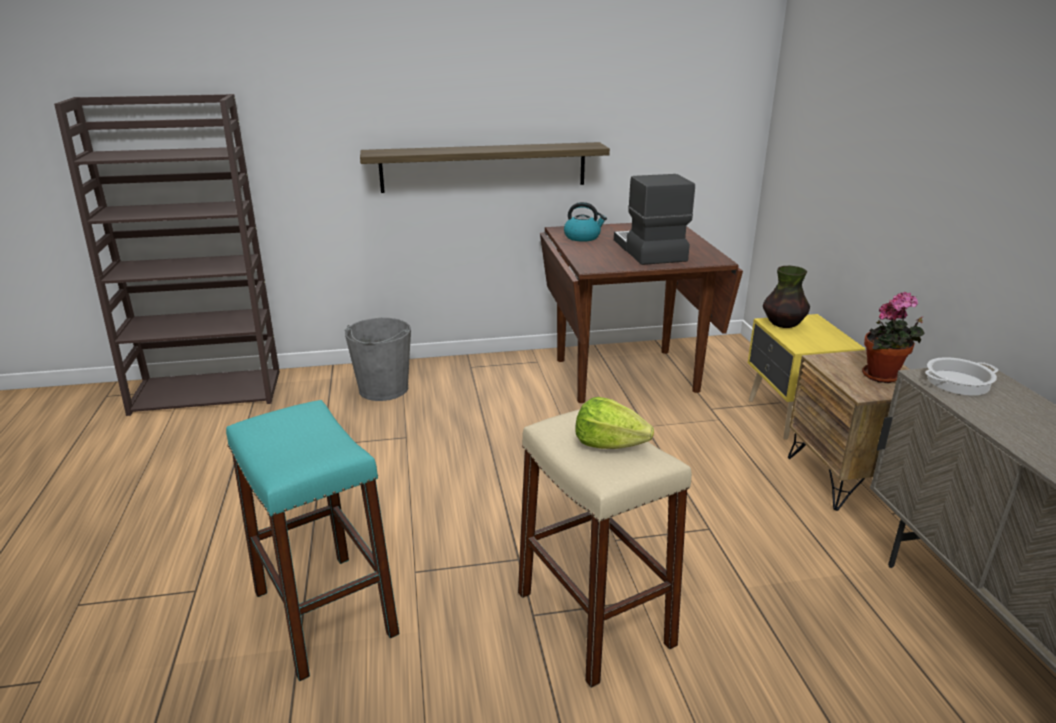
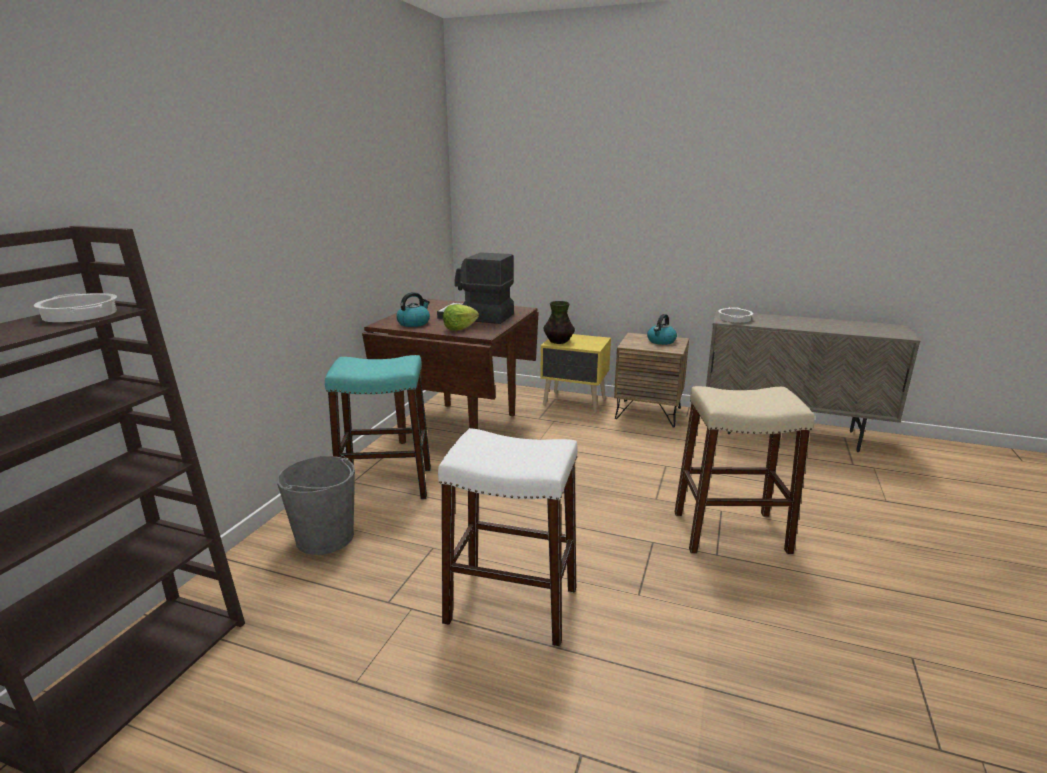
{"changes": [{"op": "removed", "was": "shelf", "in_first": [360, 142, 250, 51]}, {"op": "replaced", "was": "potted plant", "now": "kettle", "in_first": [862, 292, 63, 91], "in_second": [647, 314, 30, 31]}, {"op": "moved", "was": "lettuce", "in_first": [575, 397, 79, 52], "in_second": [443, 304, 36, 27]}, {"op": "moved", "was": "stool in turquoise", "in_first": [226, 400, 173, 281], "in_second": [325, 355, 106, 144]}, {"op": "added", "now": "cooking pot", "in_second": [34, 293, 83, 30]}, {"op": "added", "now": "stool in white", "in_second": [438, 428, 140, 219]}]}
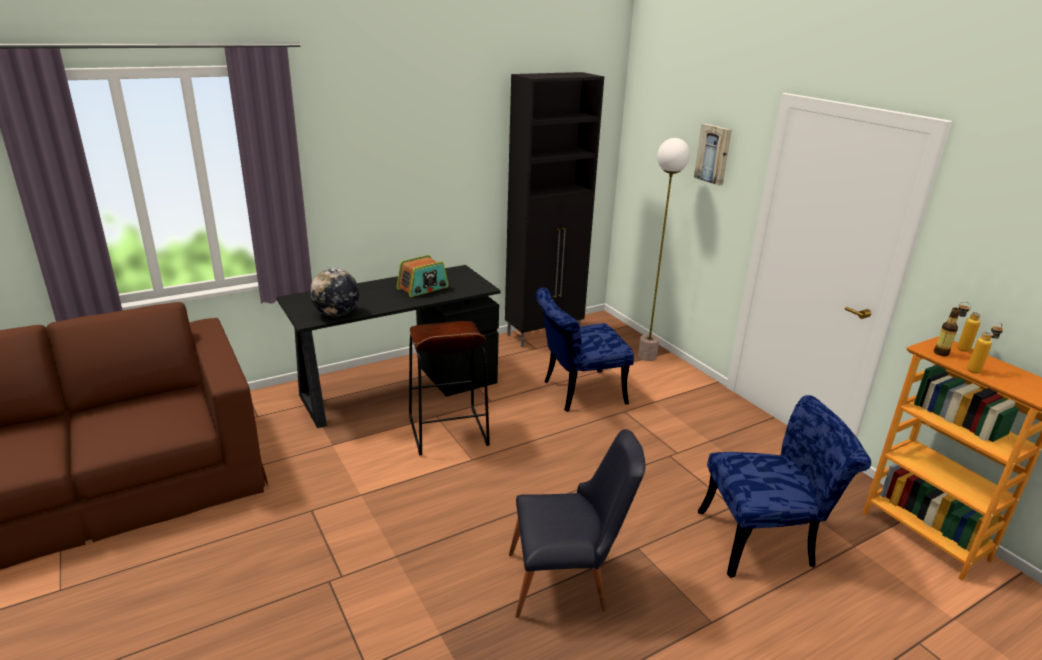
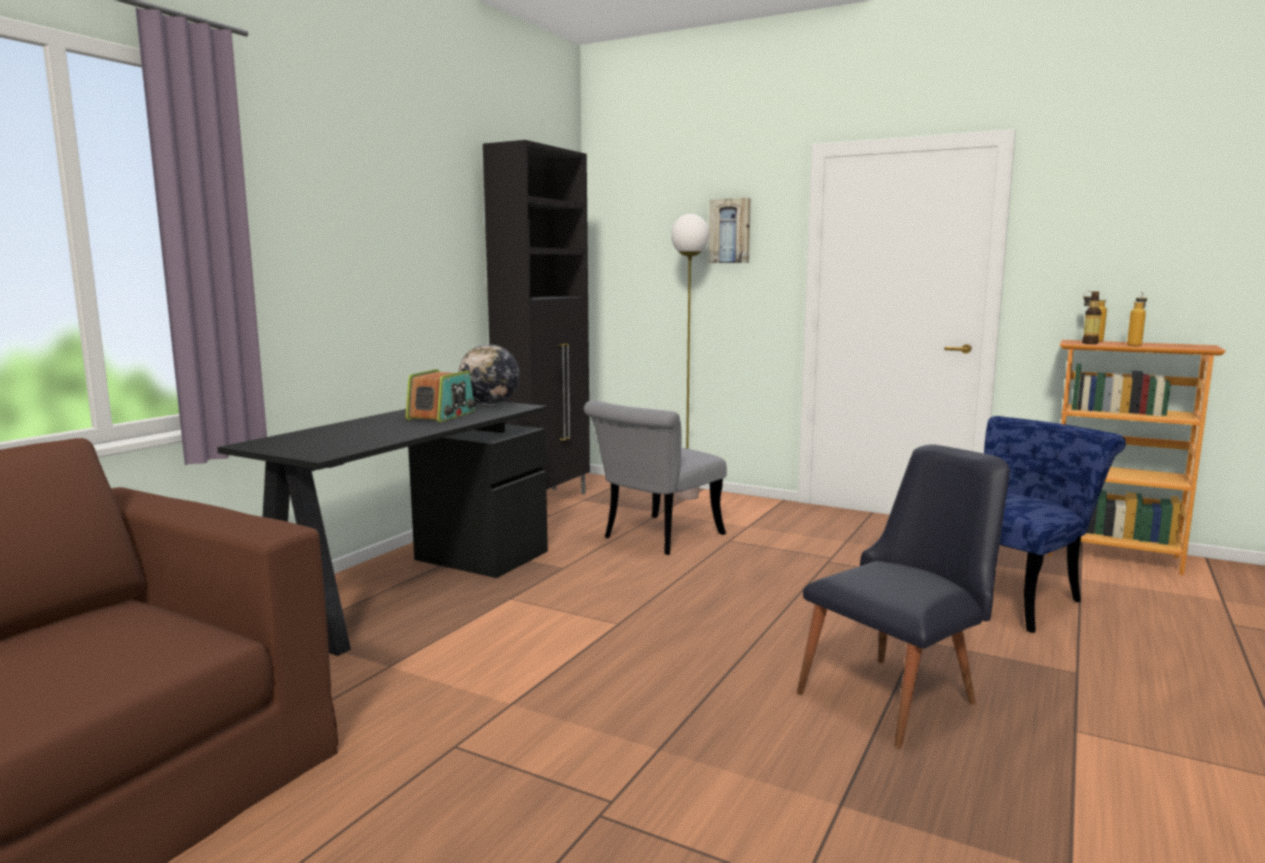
{"changes": [{"op": "moved", "was": "globe", "in_first": [310, 268, 49, 48], "in_second": [458, 344, 62, 61]}, {"op": "recoloured", "was": "chair in blue", "now": "chair in grey", "in_first": [536, 287, 98, 125], "in_second": [584, 400, 143, 155]}, {"op": "removed", "was": "stool in brown", "in_first": [409, 321, 81, 135]}]}
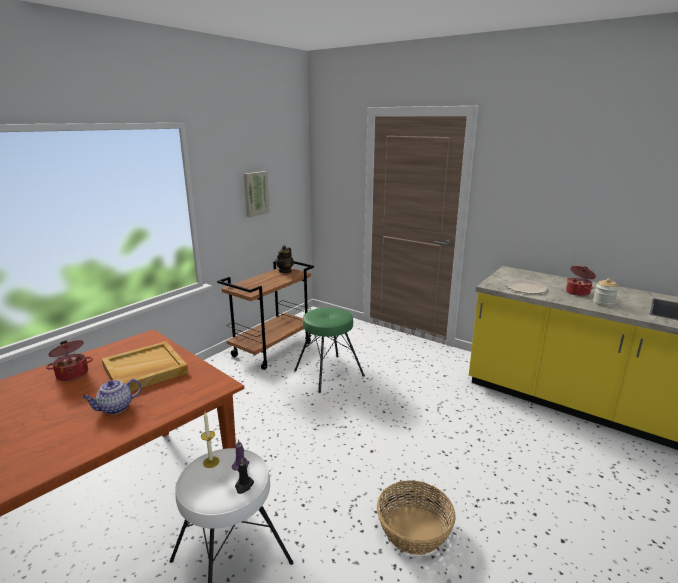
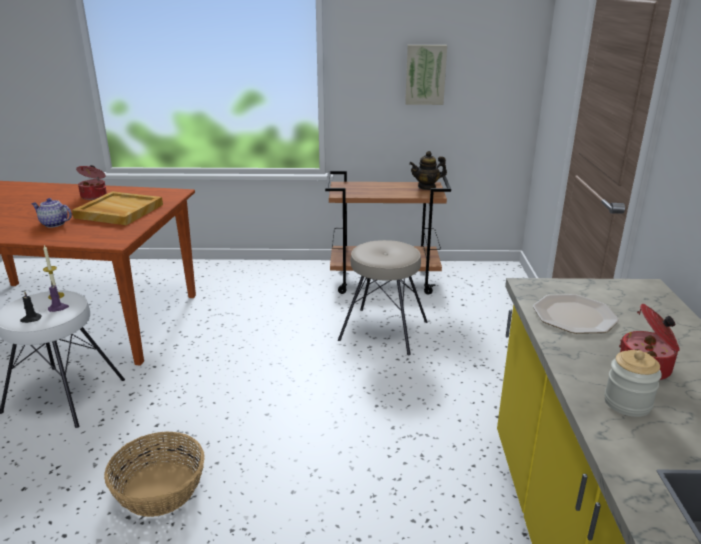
{"changes": [{"op": "recoloured", "was": "stool in green", "now": "stool in beige", "in_first": [294, 308, 71, 85], "in_second": [338, 240, 90, 115]}]}
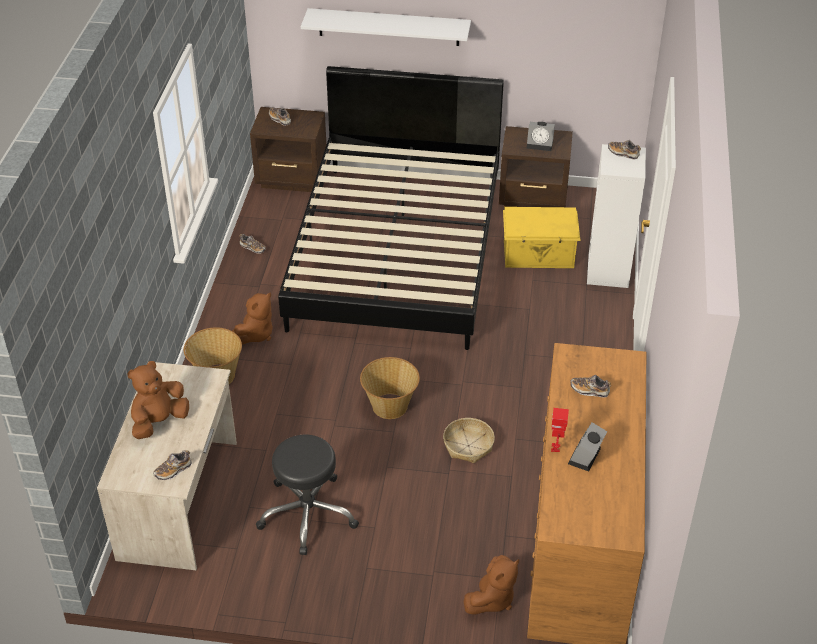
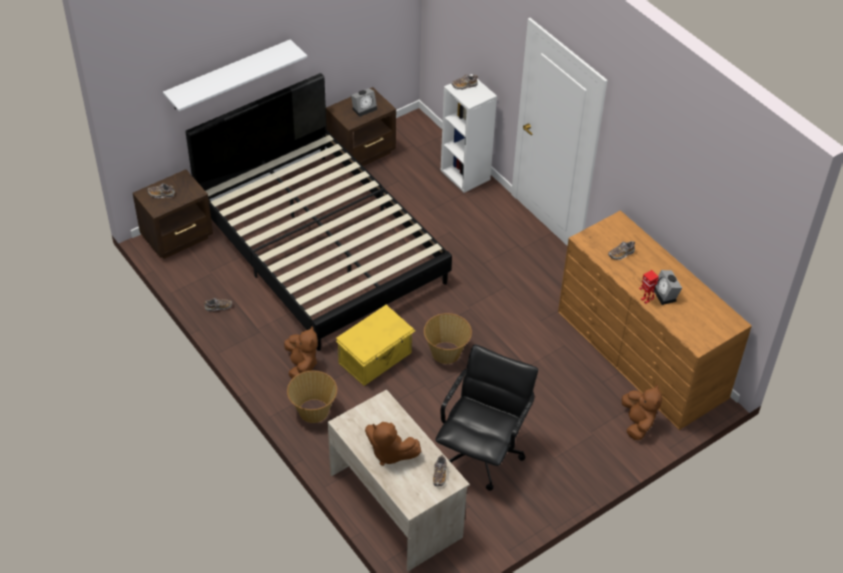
{"changes": [{"op": "moved", "was": "storage box in yellow", "in_first": [503, 207, 78, 61], "in_second": [336, 305, 79, 81]}, {"op": "turned", "was": "plush toy in brown", "in_first": [127, 361, 62, 78], "in_second": [365, 422, 56, 44], "clockwise": -60}, {"op": "removed", "was": "basket", "in_first": [443, 418, 52, 45]}, {"op": "replaced", "was": "stool in black", "now": "office chair in black", "in_first": [256, 435, 103, 120], "in_second": [435, 345, 103, 146]}]}
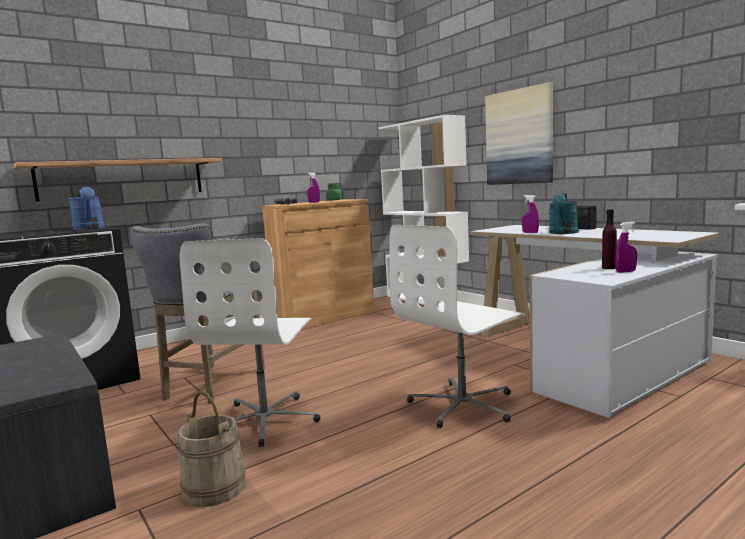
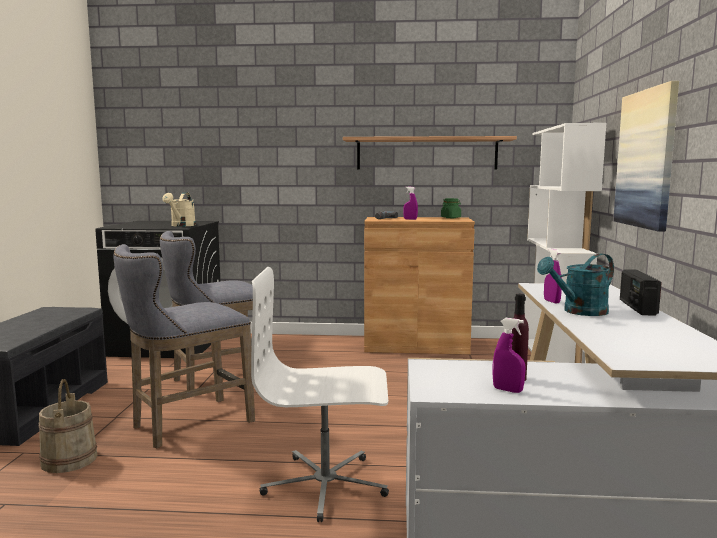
{"changes": [{"op": "moved", "was": "shelf", "in_first": [14, 158, 208, 43], "in_second": [343, 136, 174, 34]}, {"op": "recoloured", "was": "watering can in blue", "now": "watering can in beige", "in_first": [68, 187, 36, 43], "in_second": [162, 192, 34, 35]}, {"op": "replaced", "was": "office chair in white", "now": "stool in grey", "in_first": [180, 238, 140, 209], "in_second": [113, 244, 142, 204]}]}
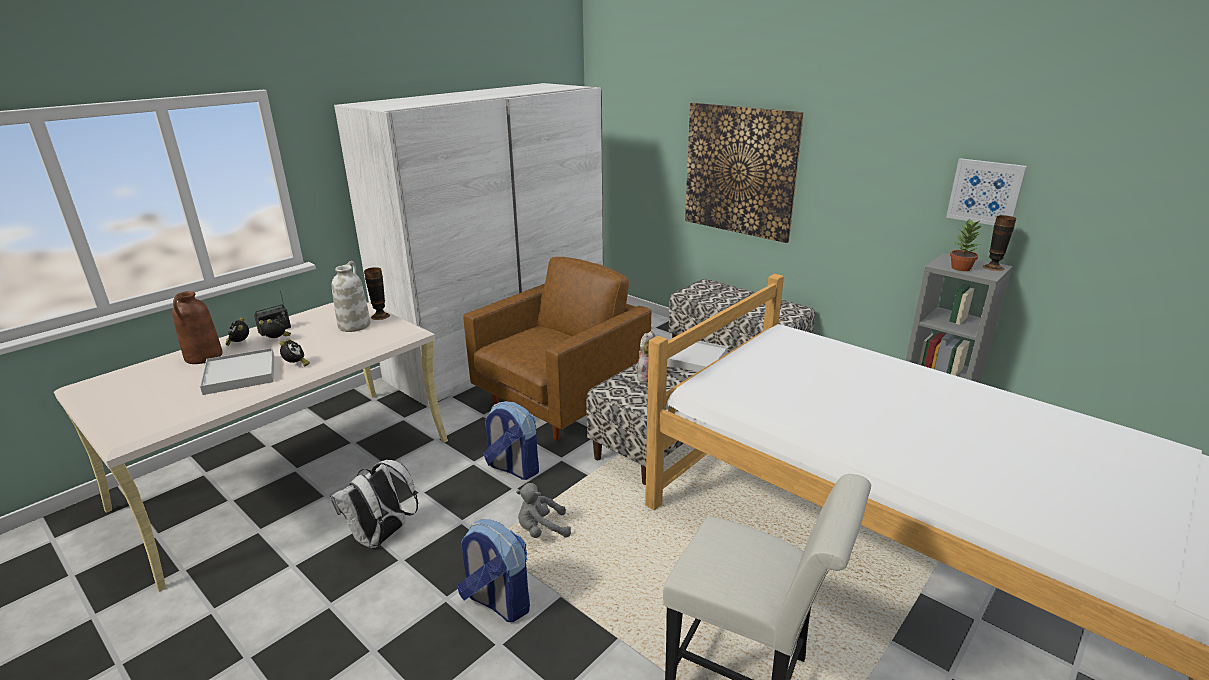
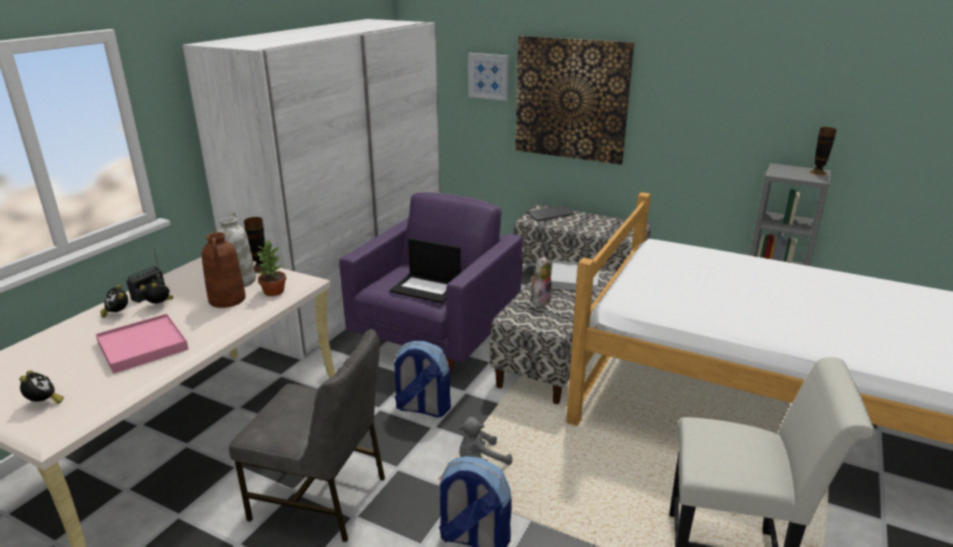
{"changes": [{"op": "moved", "was": "picture", "in_first": [946, 158, 81, 67], "in_second": [468, 53, 41, 48]}, {"op": "moved", "was": "potted plant", "in_first": [950, 218, 32, 53], "in_second": [257, 239, 29, 57]}, {"op": "recoloured", "was": "armchair in brown", "now": "armchair in purple", "in_first": [463, 257, 188, 183], "in_second": [339, 192, 184, 183]}, {"op": "moved", "was": "vase in brown", "in_first": [172, 291, 51, 73], "in_second": [202, 232, 44, 76]}, {"op": "moved", "was": "alarm clock", "in_first": [280, 339, 30, 28], "in_second": [19, 370, 45, 34]}, {"op": "recoloured", "was": "tray in white", "now": "tray in pink", "in_first": [200, 348, 74, 47], "in_second": [96, 314, 93, 60]}, {"op": "replaced", "was": "backpack in white", "now": "chair in grey", "in_first": [331, 459, 87, 89], "in_second": [229, 329, 156, 213]}, {"op": "added", "now": "keyboard", "in_second": [527, 205, 47, 16]}, {"op": "added", "now": "laptop", "in_second": [390, 238, 71, 65]}]}
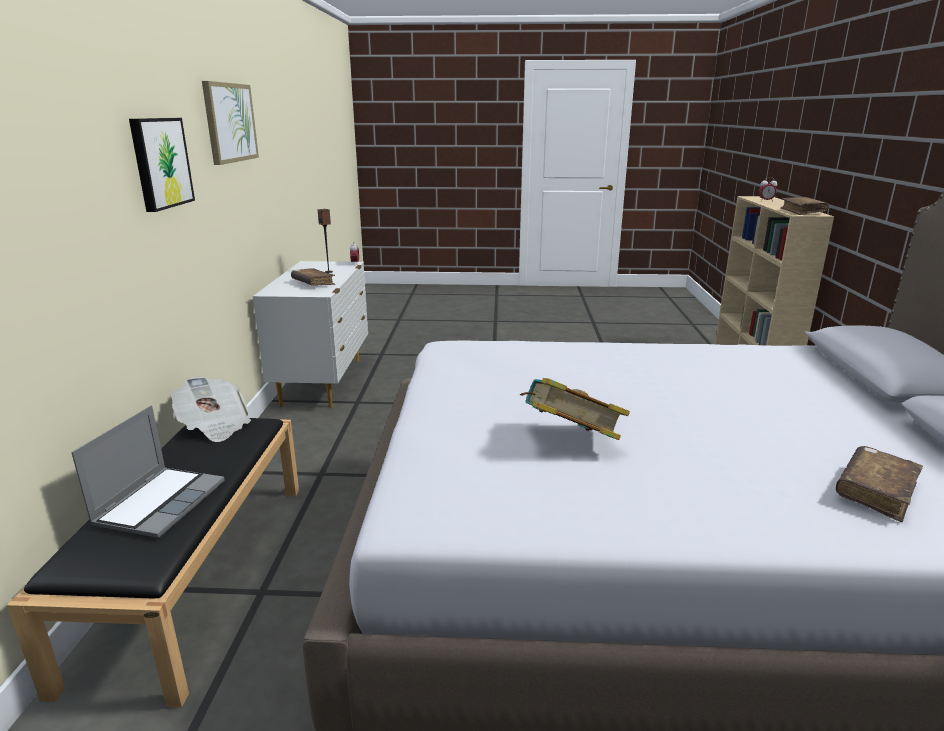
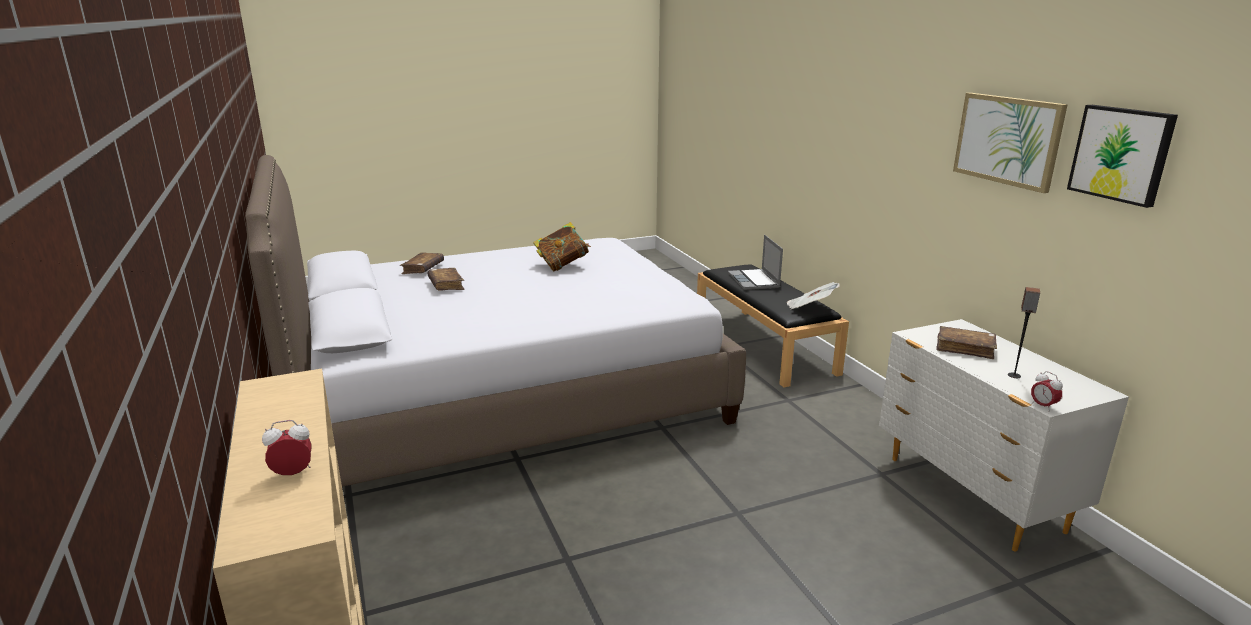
{"changes": [{"op": "moved", "was": "picture", "in_first": [129, 118, 66, 94], "in_second": [1067, 105, 111, 103]}, {"op": "moved", "was": "book in brown", "in_first": [781, 197, 48, 18], "in_second": [428, 268, 37, 22]}]}
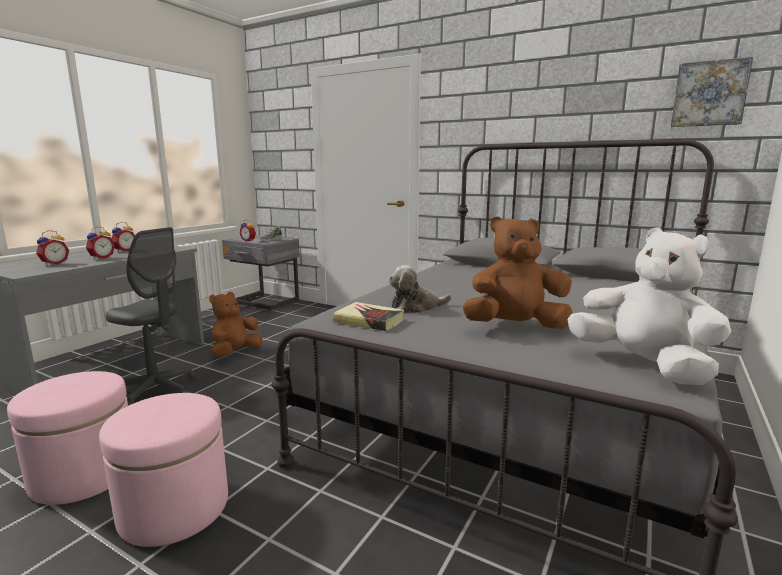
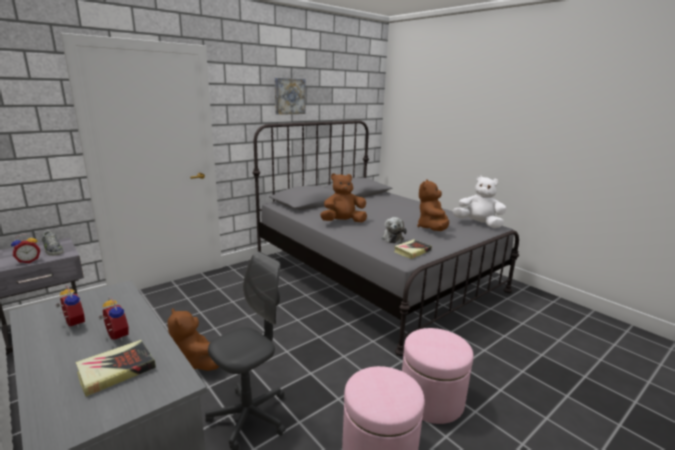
{"changes": [{"op": "moved", "was": "picture", "in_first": [671, 57, 82, 70], "in_second": [275, 78, 31, 37]}, {"op": "turned", "was": "plush toy in white", "in_first": [567, 227, 164, 158], "in_second": [453, 175, 54, 53], "clockwise": 45}, {"op": "replaced", "was": "alarm clock", "now": "book", "in_first": [36, 230, 33, 36], "in_second": [75, 340, 81, 57]}, {"op": "added", "now": "plush toy in brown", "in_second": [320, 173, 47, 49]}]}
